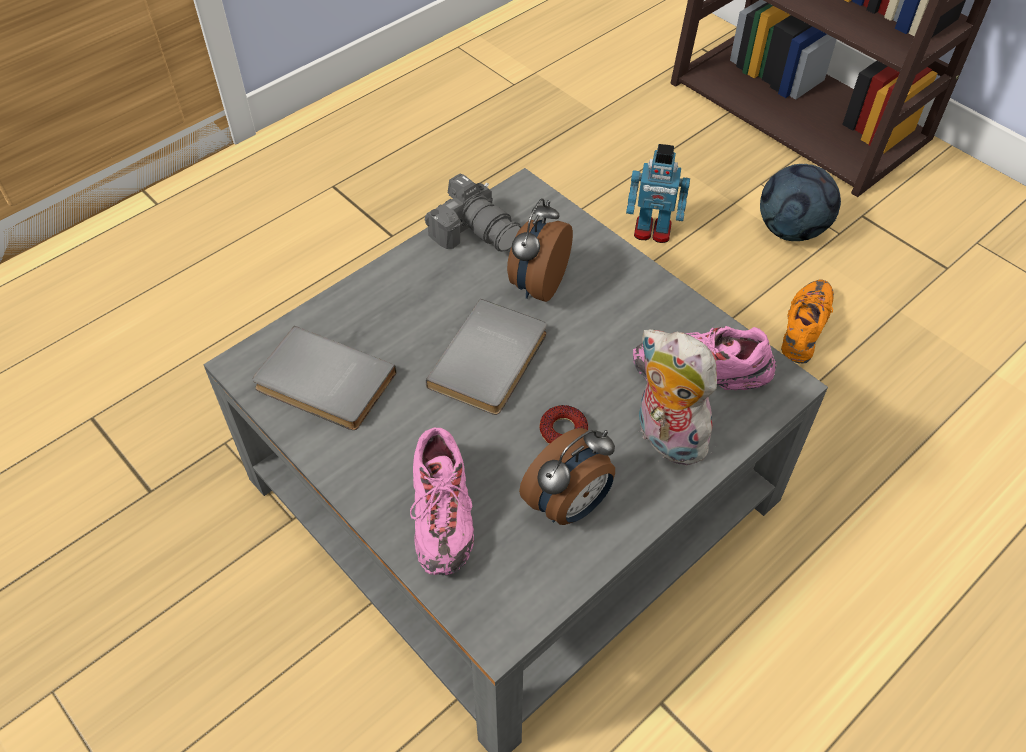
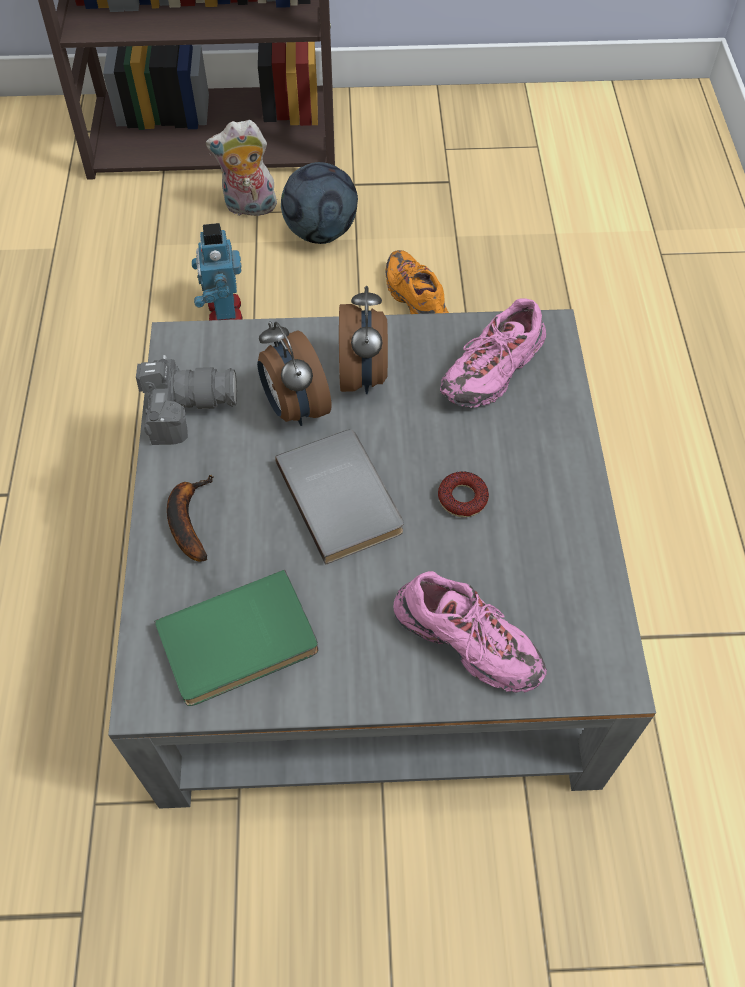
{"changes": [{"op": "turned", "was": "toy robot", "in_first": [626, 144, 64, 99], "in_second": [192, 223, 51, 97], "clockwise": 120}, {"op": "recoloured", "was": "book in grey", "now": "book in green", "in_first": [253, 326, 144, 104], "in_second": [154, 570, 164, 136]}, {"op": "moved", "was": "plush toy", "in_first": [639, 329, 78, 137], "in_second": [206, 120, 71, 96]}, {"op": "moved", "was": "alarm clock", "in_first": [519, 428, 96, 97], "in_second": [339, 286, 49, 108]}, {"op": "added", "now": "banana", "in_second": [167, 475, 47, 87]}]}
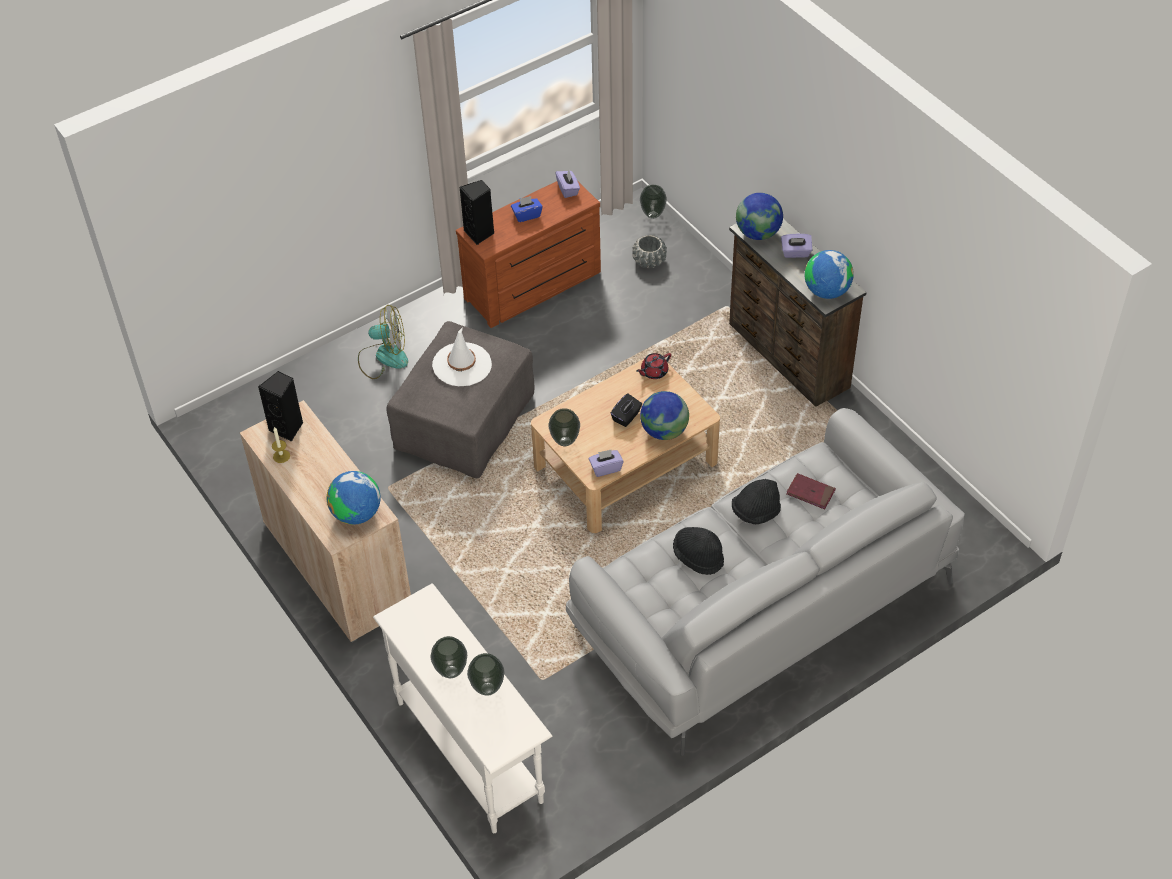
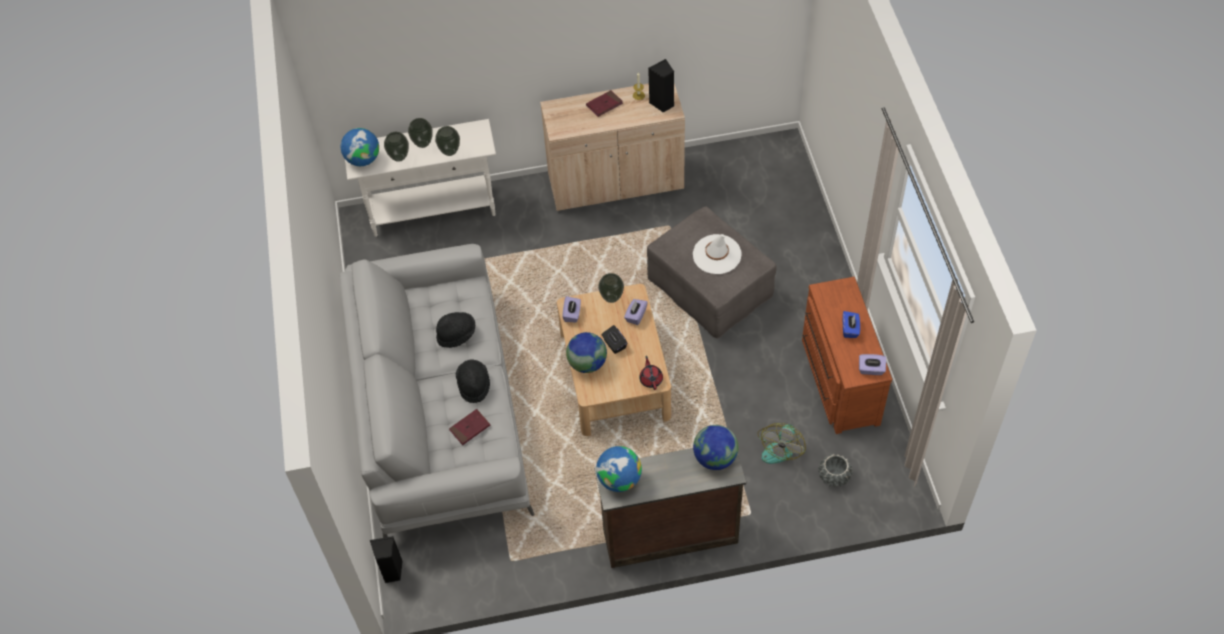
{"changes": [{"op": "moved", "was": "speaker in black", "in_first": [460, 180, 34, 65], "in_second": [370, 536, 33, 47]}, {"op": "moved", "was": "vase", "in_first": [640, 185, 27, 34], "in_second": [435, 126, 25, 30]}, {"op": "moved", "was": "tissue box in purple", "in_first": [781, 234, 31, 24], "in_second": [624, 299, 23, 26]}, {"op": "moved", "was": "fan", "in_first": [358, 305, 50, 74], "in_second": [757, 423, 49, 41]}, {"op": "moved", "was": "globe", "in_first": [327, 471, 54, 54], "in_second": [341, 128, 38, 38]}, {"op": "added", "now": "book in red", "in_second": [586, 90, 37, 27]}]}
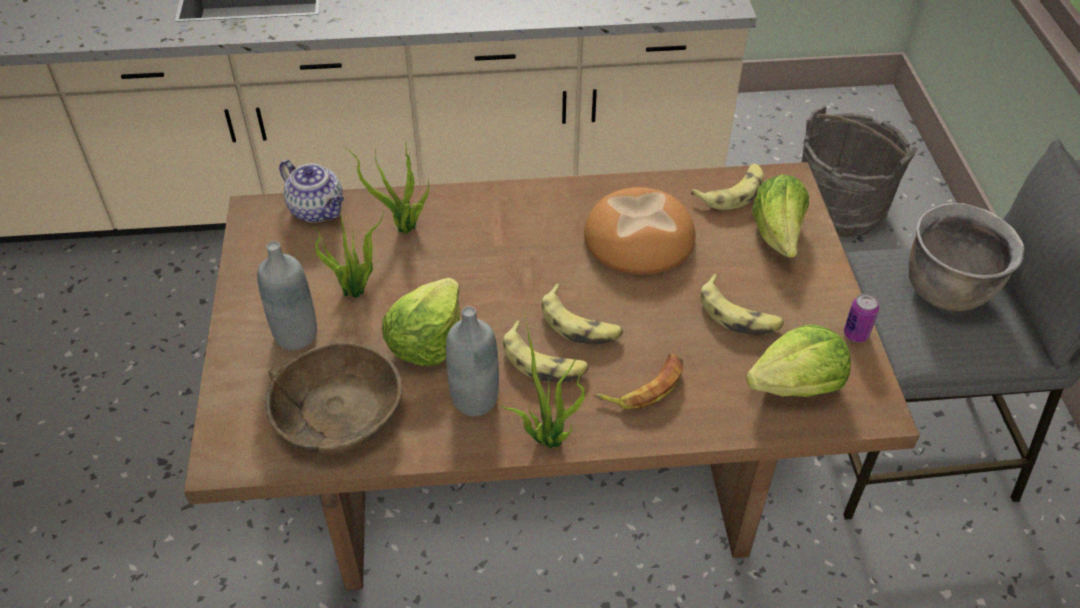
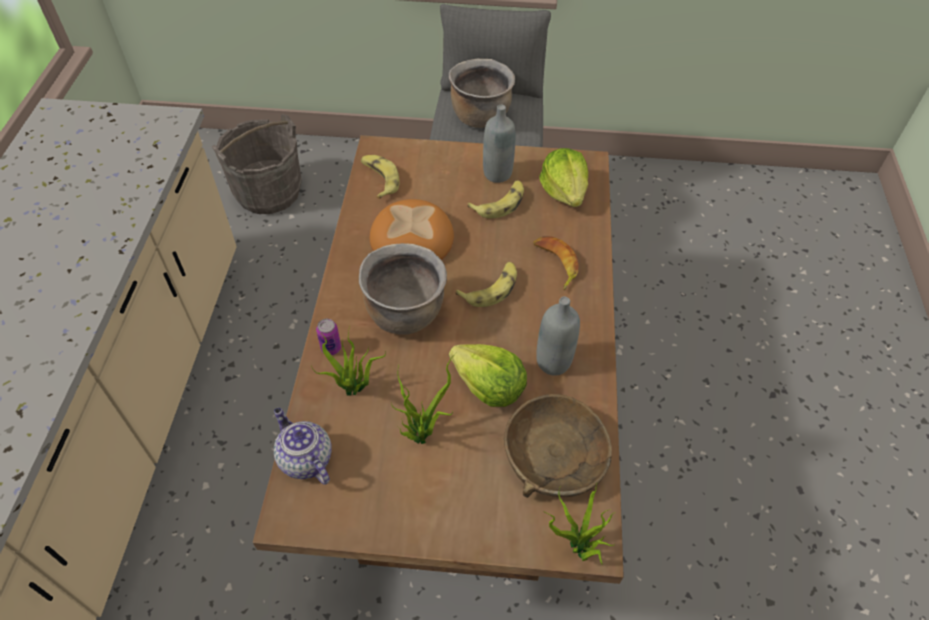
{"changes": [{"op": "turned", "was": "teapot", "in_first": [279, 160, 65, 63], "in_second": [274, 408, 58, 77], "clockwise": -90}, {"op": "removed", "was": "lettuce", "in_first": [752, 174, 57, 84]}, {"op": "moved", "was": "bottle in grey", "in_first": [257, 241, 60, 109], "in_second": [483, 104, 32, 79]}, {"op": "moved", "was": "can", "in_first": [844, 294, 35, 48], "in_second": [316, 319, 25, 36]}, {"op": "moved", "was": "potted plant", "in_first": [497, 310, 88, 138], "in_second": [543, 484, 73, 81]}, {"op": "removed", "was": "banana", "in_first": [503, 320, 86, 62]}, {"op": "added", "now": "cooking pot in brown", "in_second": [359, 243, 88, 92]}]}
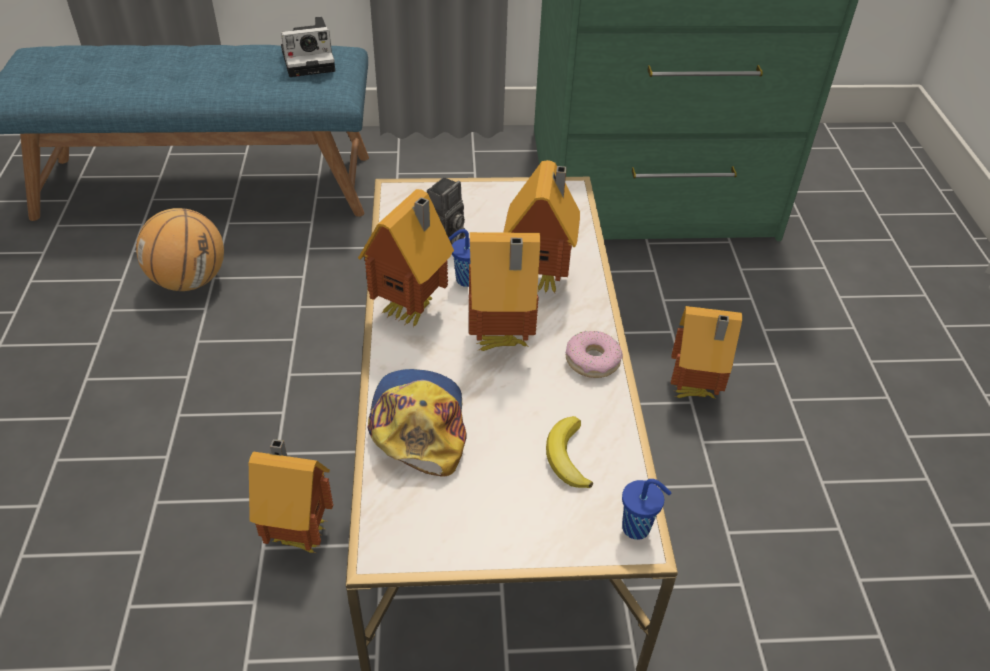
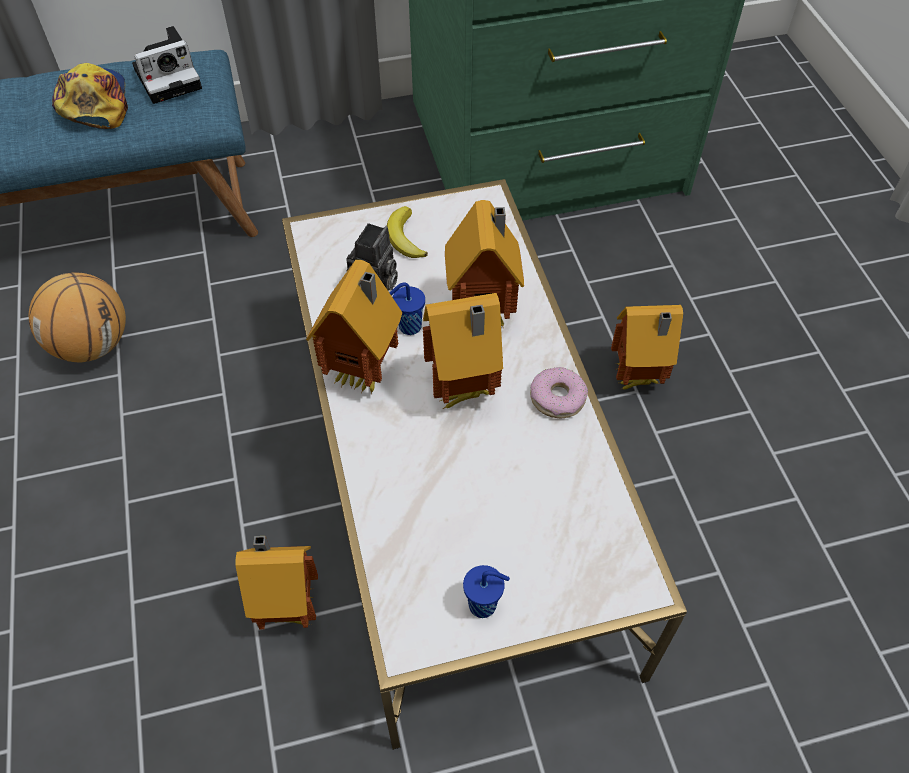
{"changes": [{"op": "moved", "was": "cap", "in_first": [367, 369, 100, 107], "in_second": [52, 63, 76, 66]}, {"op": "moved", "was": "banana", "in_first": [546, 416, 47, 72], "in_second": [387, 206, 41, 52]}, {"op": "moved", "was": "cup in blue", "in_first": [622, 479, 49, 61], "in_second": [463, 565, 47, 53]}]}
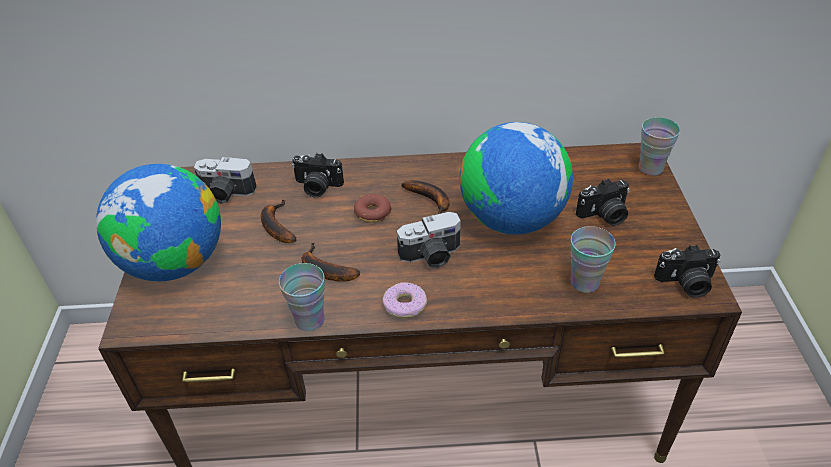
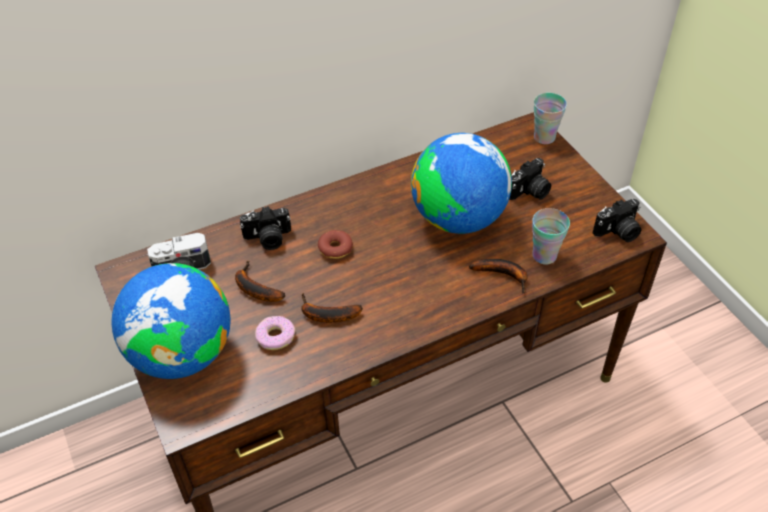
{"changes": [{"op": "moved", "was": "banana", "in_first": [401, 180, 49, 34], "in_second": [469, 259, 59, 35]}, {"op": "removed", "was": "photo camera", "in_first": [397, 212, 64, 56]}, {"op": "removed", "was": "cup", "in_first": [279, 263, 46, 68]}, {"op": "moved", "was": "donut", "in_first": [383, 282, 44, 36], "in_second": [255, 316, 40, 34]}]}
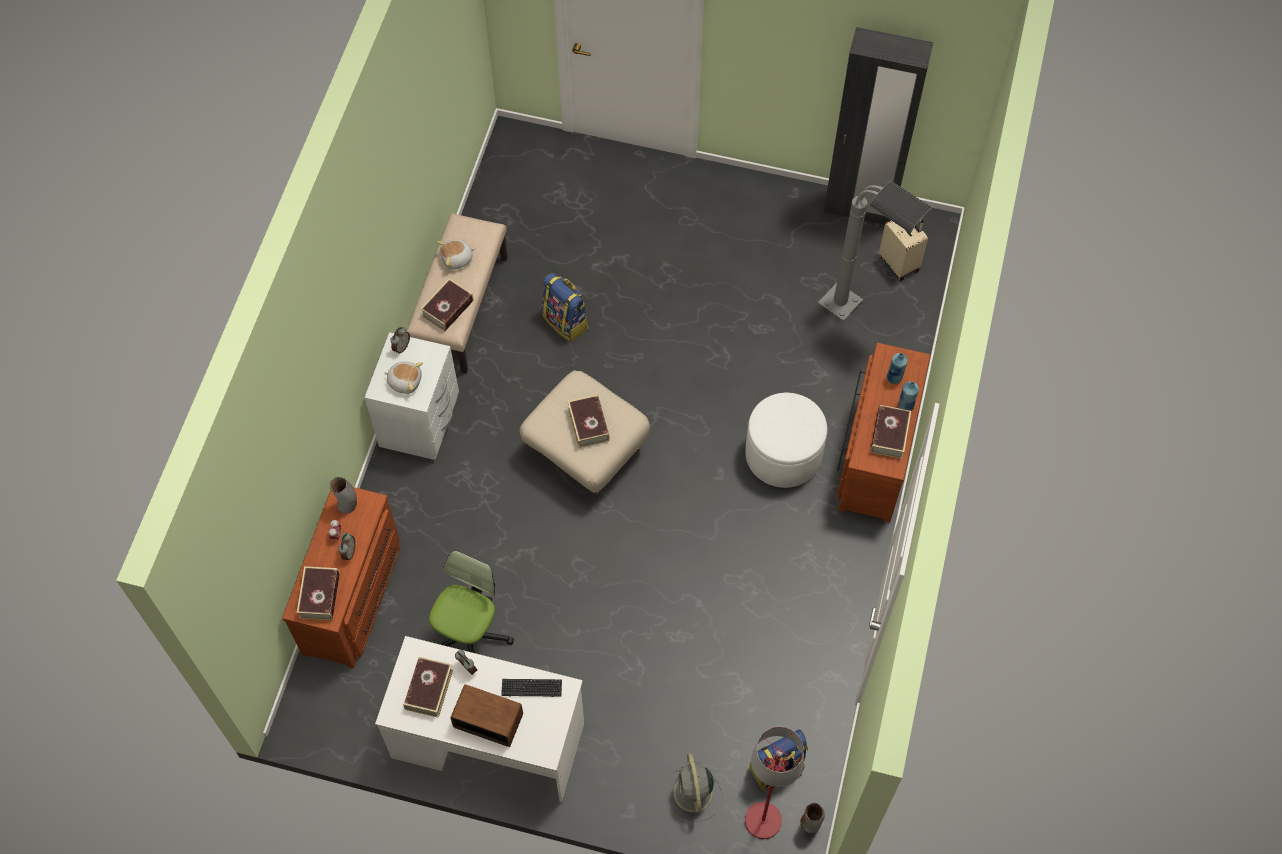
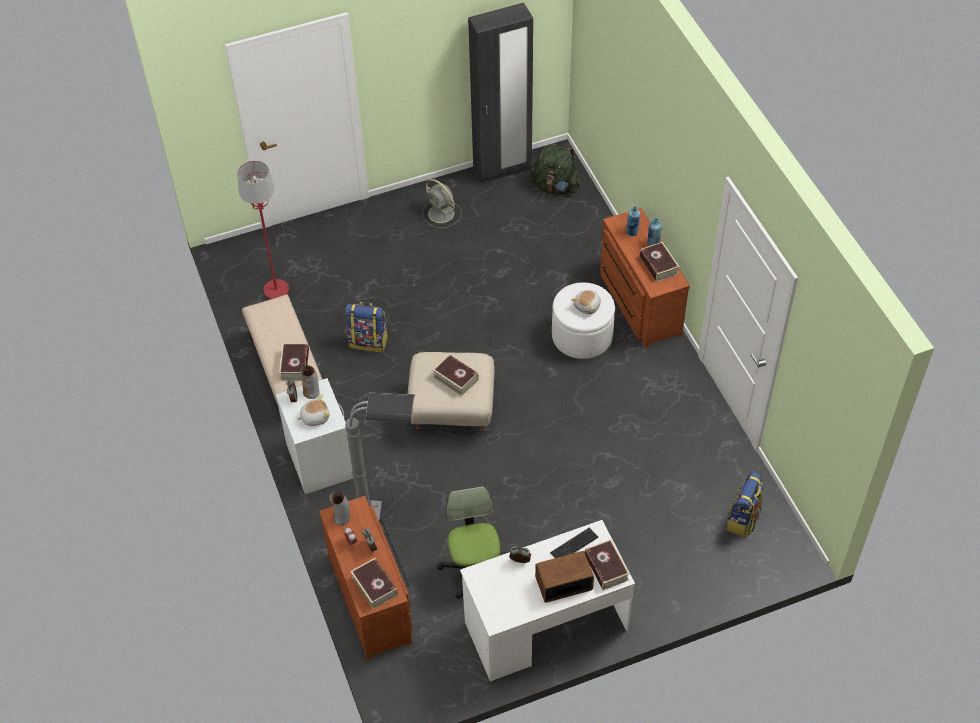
{"changes": [{"op": "moved", "was": "floor lamp in grey", "in_first": [818, 181, 115, 140], "in_second": [345, 392, 70, 128]}, {"op": "replaced", "was": "suitcase in beige", "now": "backpack in green", "in_first": [879, 219, 49, 62], "in_second": [530, 144, 51, 51]}, {"op": "moved", "was": "plush toy", "in_first": [437, 239, 39, 30], "in_second": [571, 290, 30, 24]}, {"op": "moved", "was": "book", "in_first": [404, 657, 49, 61], "in_second": [585, 539, 45, 51]}, {"op": "moved", "was": "floor lamp in red", "in_first": [745, 727, 59, 112], "in_second": [237, 161, 52, 138]}, {"op": "moved", "was": "fan in grey", "in_first": [666, 753, 57, 69], "in_second": [422, 179, 40, 49]}, {"op": "moved", "was": "vase", "in_first": [800, 803, 25, 30], "in_second": [300, 365, 20, 34]}]}
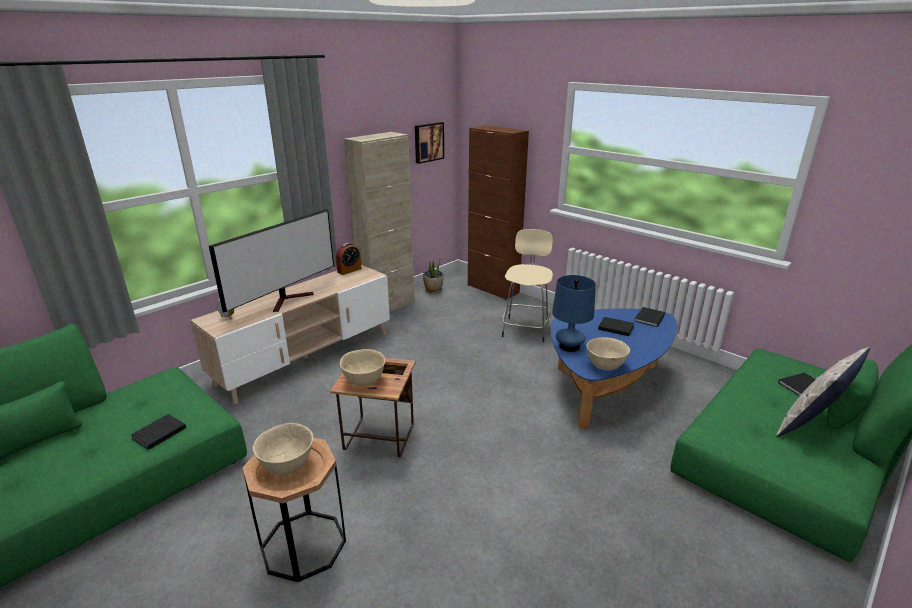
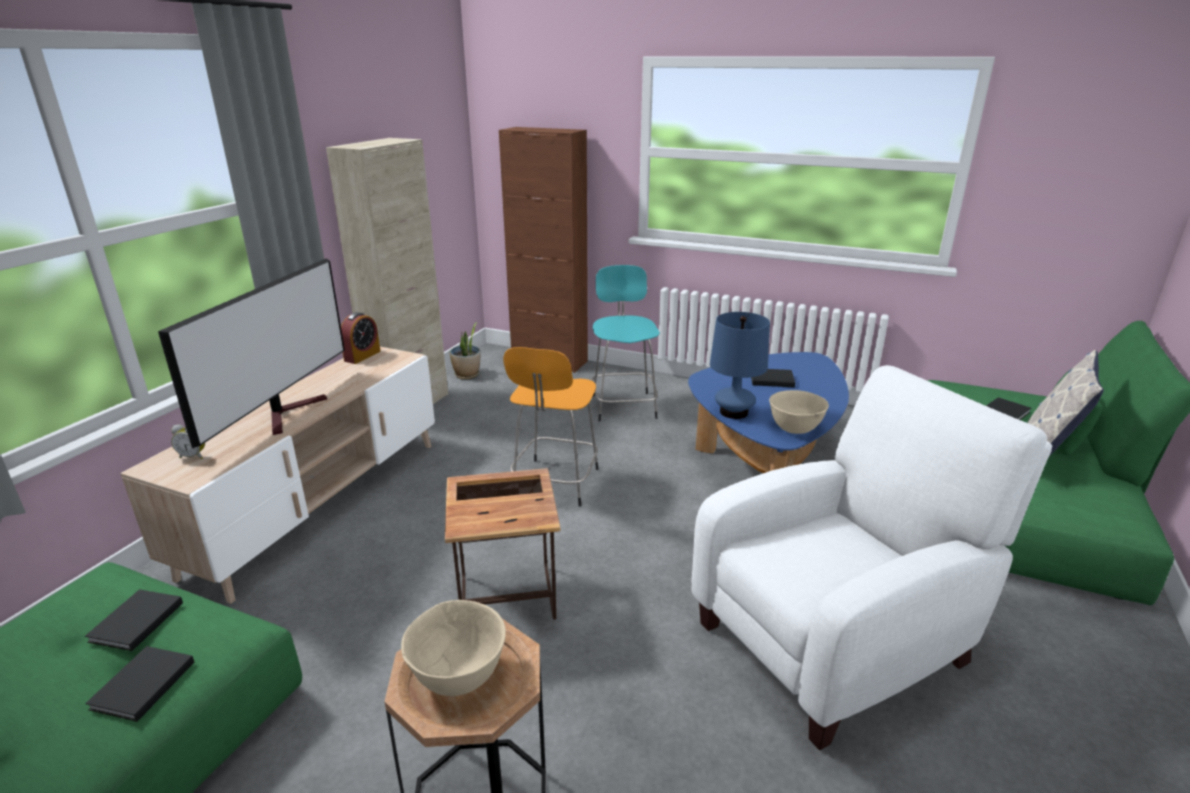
{"changes": [{"op": "removed", "was": "picture", "in_first": [415, 122, 29, 42]}, {"op": "recoloured", "was": "stool in beige", "now": "stool in turquoise", "in_first": [502, 229, 51, 113], "in_second": [591, 265, 69, 157]}, {"op": "moved", "was": "book in black", "in_first": [635, 307, 30, 20], "in_second": [85, 589, 98, 62]}, {"op": "removed", "was": "bowl in beige", "in_first": [340, 349, 45, 37]}, {"op": "added", "now": "stool in orange", "in_second": [503, 347, 96, 160]}, {"op": "added", "now": "armchair in white", "in_second": [692, 365, 360, 385]}]}
